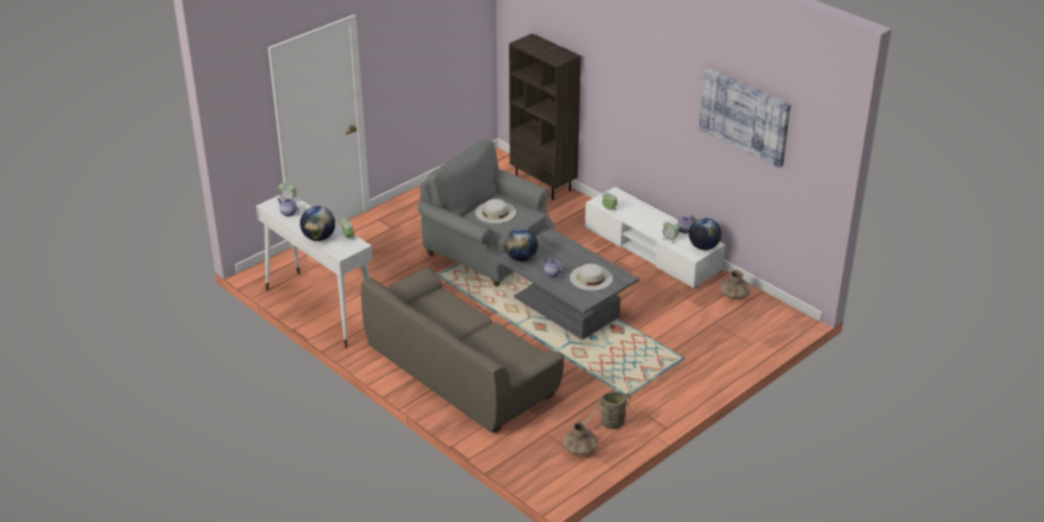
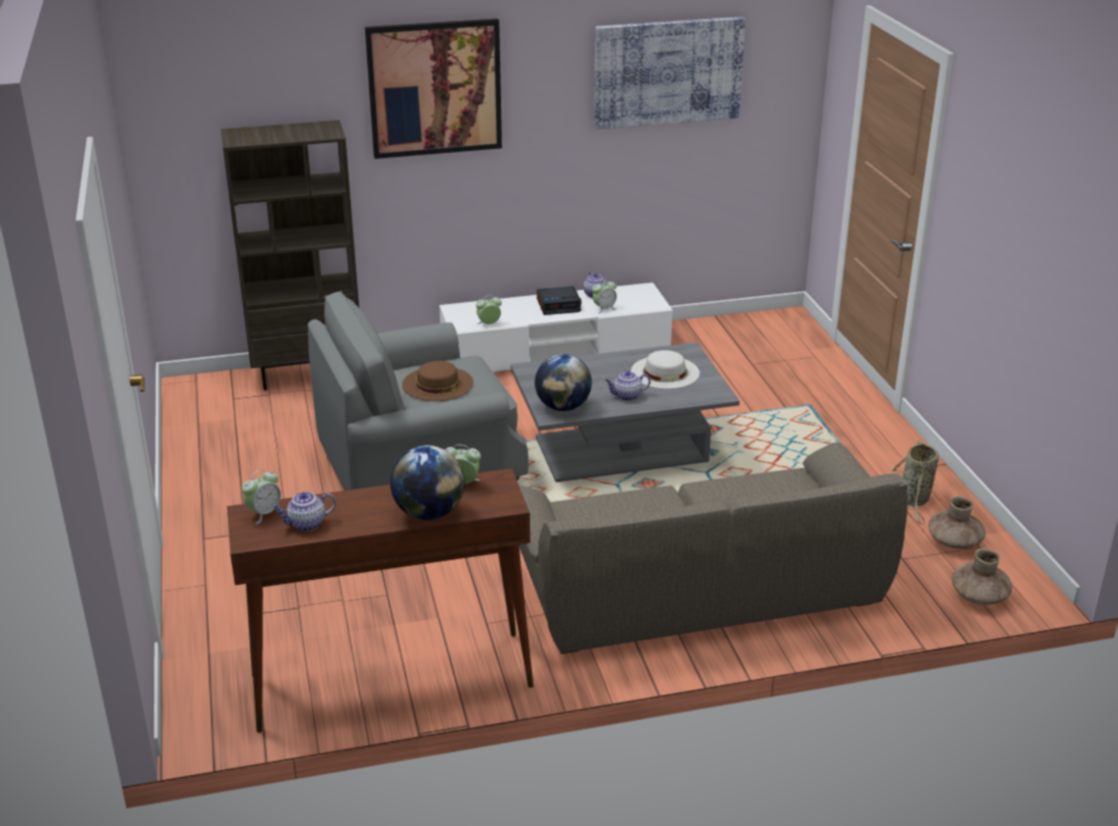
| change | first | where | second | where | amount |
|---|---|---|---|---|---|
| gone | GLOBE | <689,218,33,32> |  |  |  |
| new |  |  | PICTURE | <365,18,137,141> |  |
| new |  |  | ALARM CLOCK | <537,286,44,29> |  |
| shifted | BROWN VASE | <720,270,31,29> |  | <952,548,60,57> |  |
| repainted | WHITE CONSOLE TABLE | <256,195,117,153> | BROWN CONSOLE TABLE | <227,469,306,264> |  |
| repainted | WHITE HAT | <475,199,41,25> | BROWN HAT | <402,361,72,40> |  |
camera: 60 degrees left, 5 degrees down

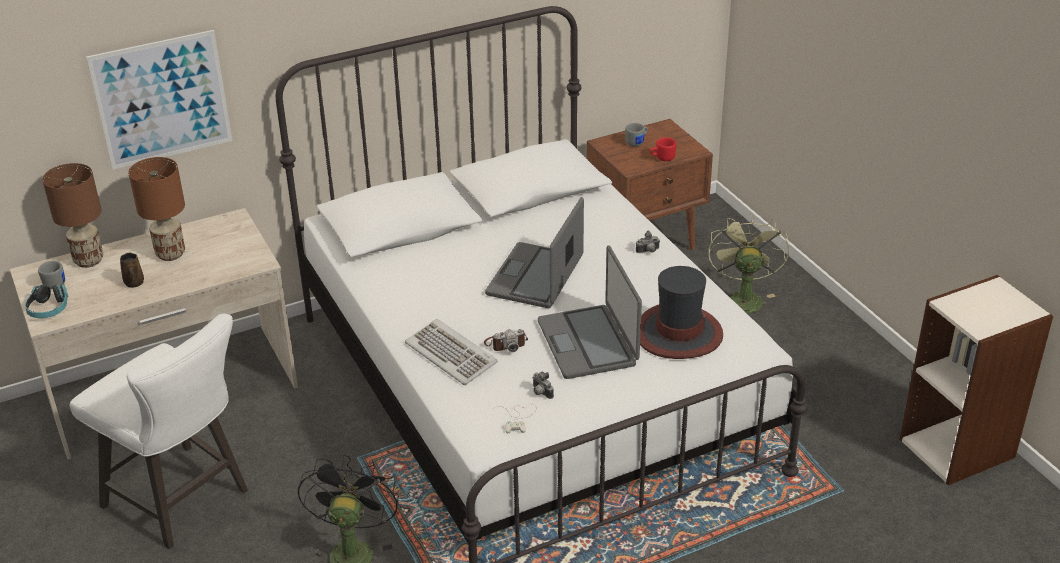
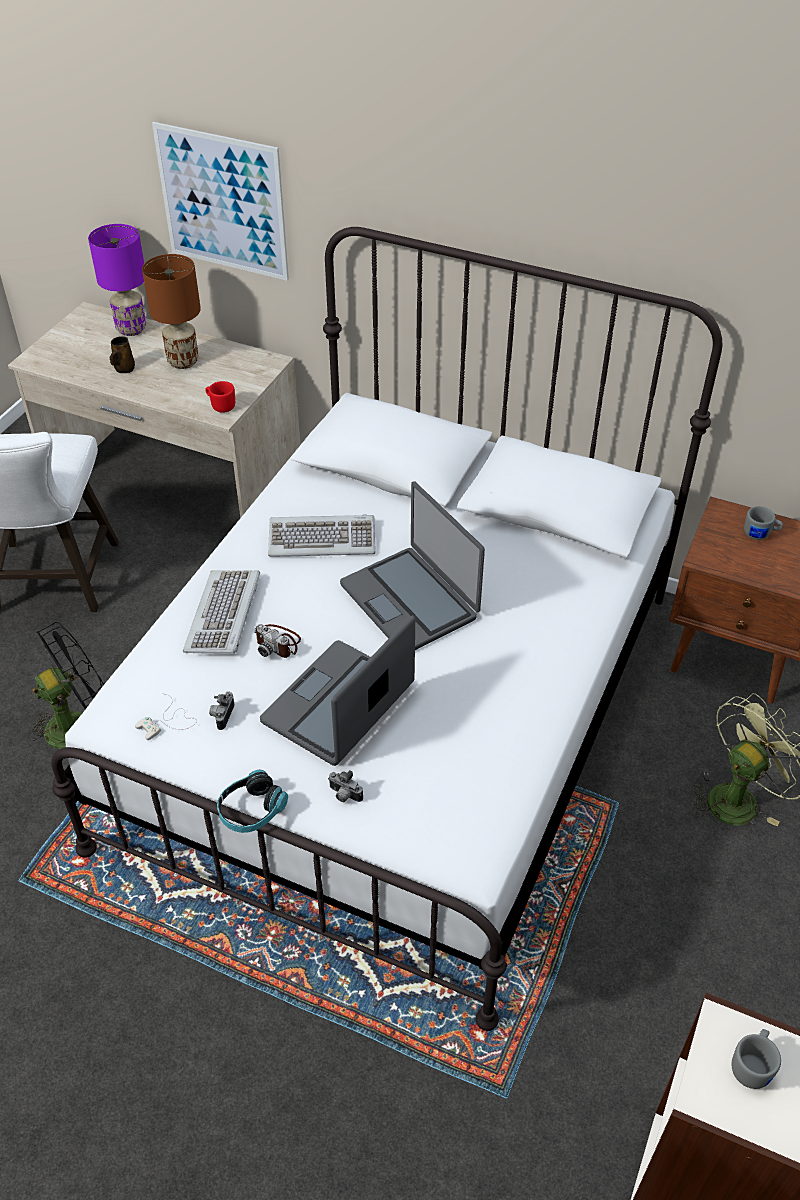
| change | first | where | second | where | amount |
|---|---|---|---|---|---|
| gone | HAT | <640,266,83,93> |  |  |  |
| new |  |  | KEYBOARD | <268,515,108,42> |  |
| shifted | HEADPHONES | <25,284,43,34> |  | <217,769,71,64> |  |
| shifted | GREY MUG | <38,261,27,28> |  | <732,1029,49,60> |  |
| shifted | PHOTO CAMERA | <636,230,24,23> |  | <328,770,35,32> |  |
| shifted | RED MUG | <650,137,26,24> |  | <205,381,30,32> |  |
| repainted | BROWN TABLE LAMP | <42,163,61,105> | PURPLE TABLE LAMP | <88,224,58,112> |  |
| rotated | LAPTOP | <485,197,99,111> |  | <340,481,145,169> | 105 degrees counterclockwise |
camera: 50 degrees right, 10 degrees up

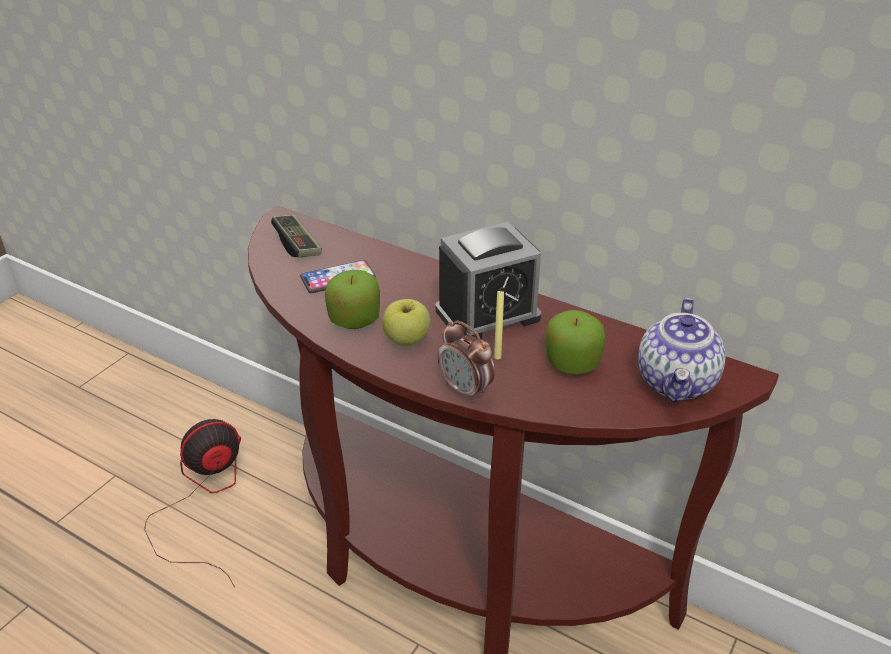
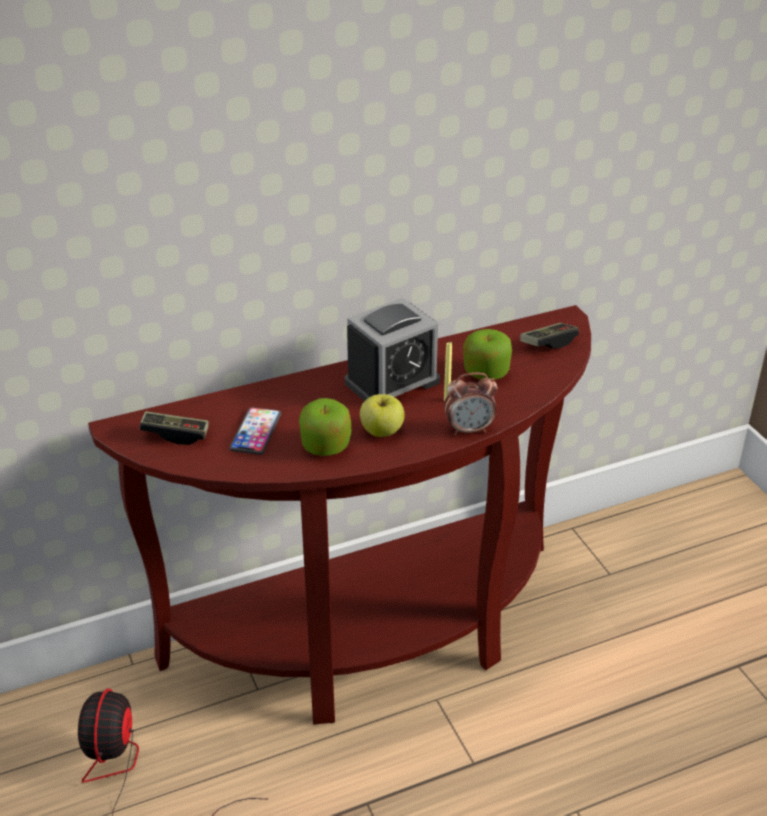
| change | first | where | second | where | amount |
|---|---|---|---|---|---|
| swapped | TEAPOT | <638,298,88,104> | GAME CONTROLLER | <520,323,59,25> |  |
| rotated | ALARM CLOCK | <435,222,106,117> |  | <345,298,95,103> | 45 degrees clockwise |
camera: 55 degrees left, 0 degrees up

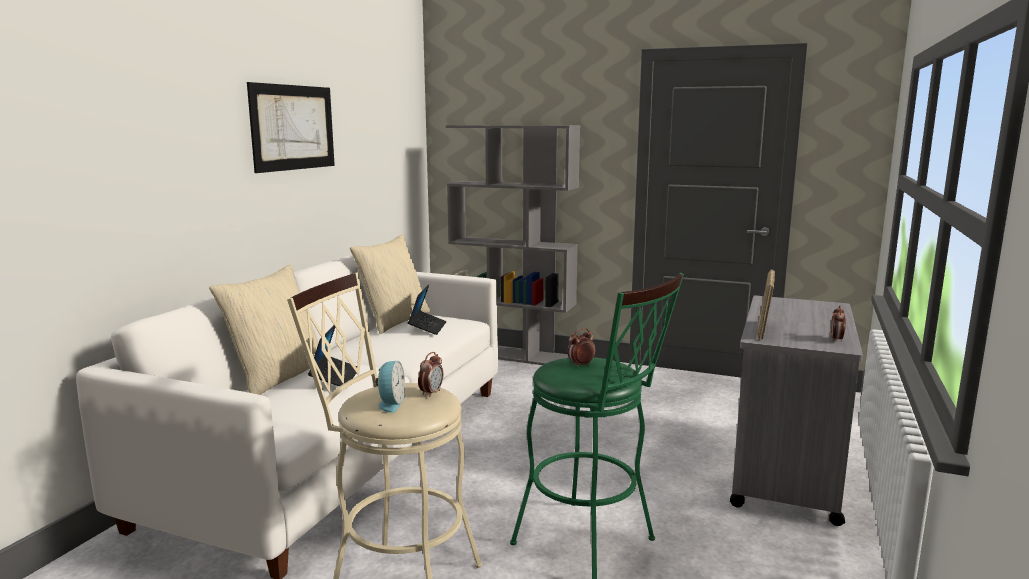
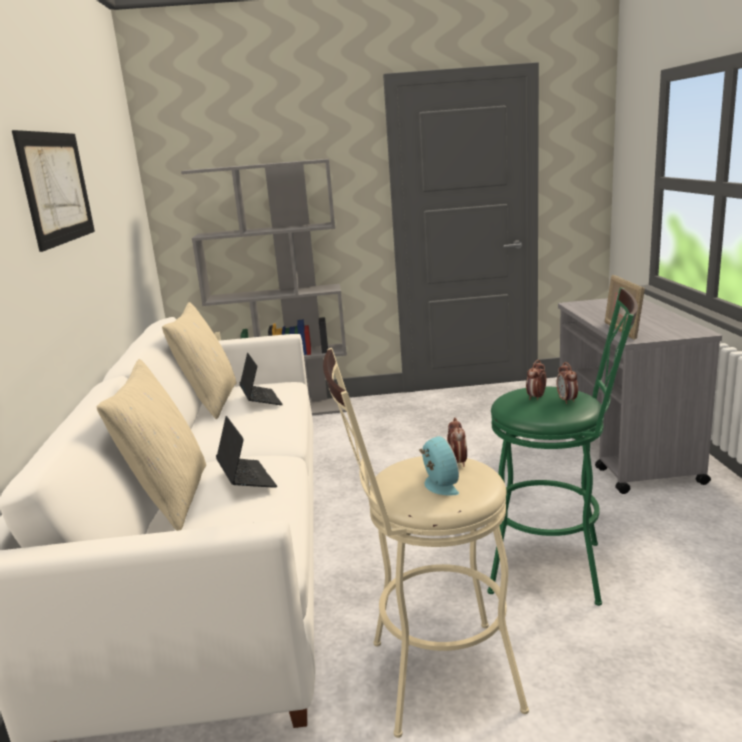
| change | first | where | second | where | amount |
|---|---|---|---|---|---|
| shifted | ALARM CLOCK | <831,305,15,37> |  | <556,362,22,42> |  |
camera: 25 degrees left, 5 degrees up

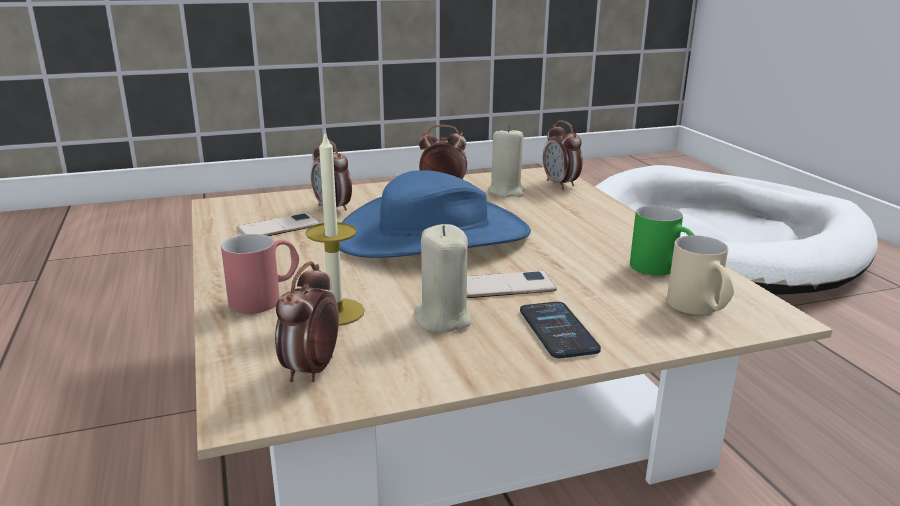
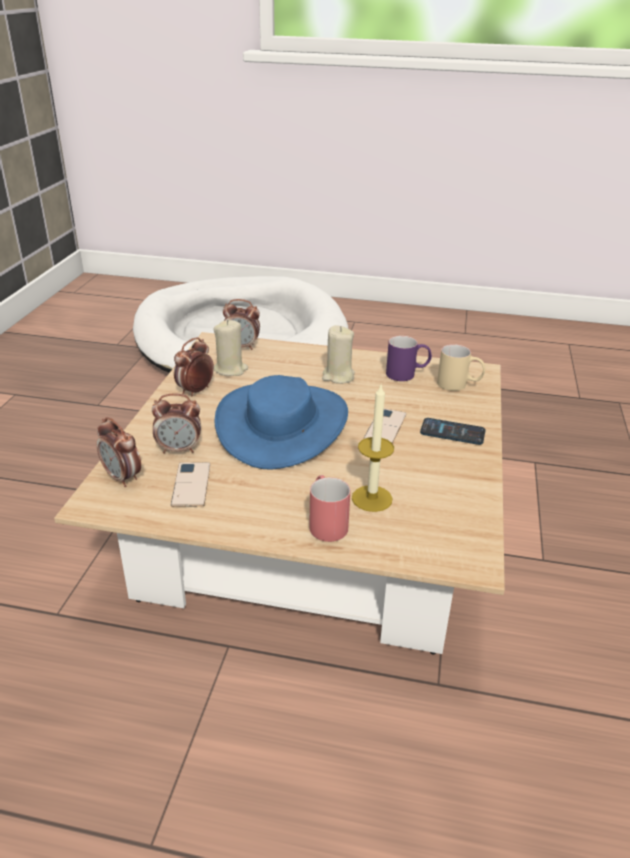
| change | first | where | second | where | amount |
|---|---|---|---|---|---|
| shifted | ALARM CLOCK | <275,261,64,121> |  | <97,417,44,70> |  |
| shifted | BEIGE CANDLE | <415,224,56,109> |  | <322,325,33,59> |  |
| repainted | GREEN MUG | <630,205,64,71> | PURPLE MUG | <386,336,46,45> |  |
camera: 60 degrees left, 10 degrees up

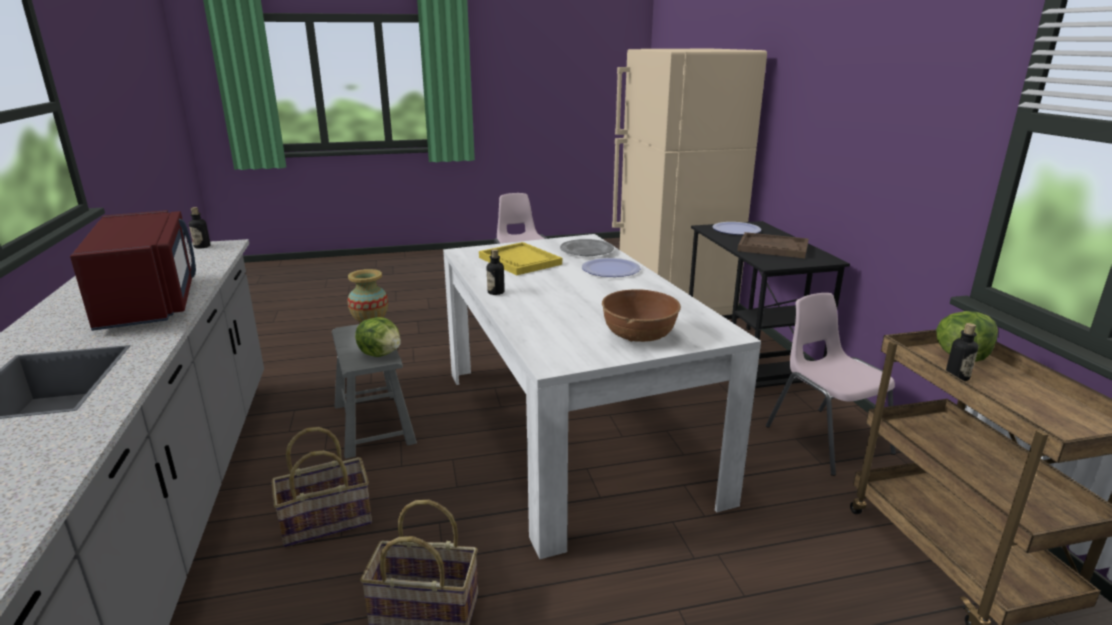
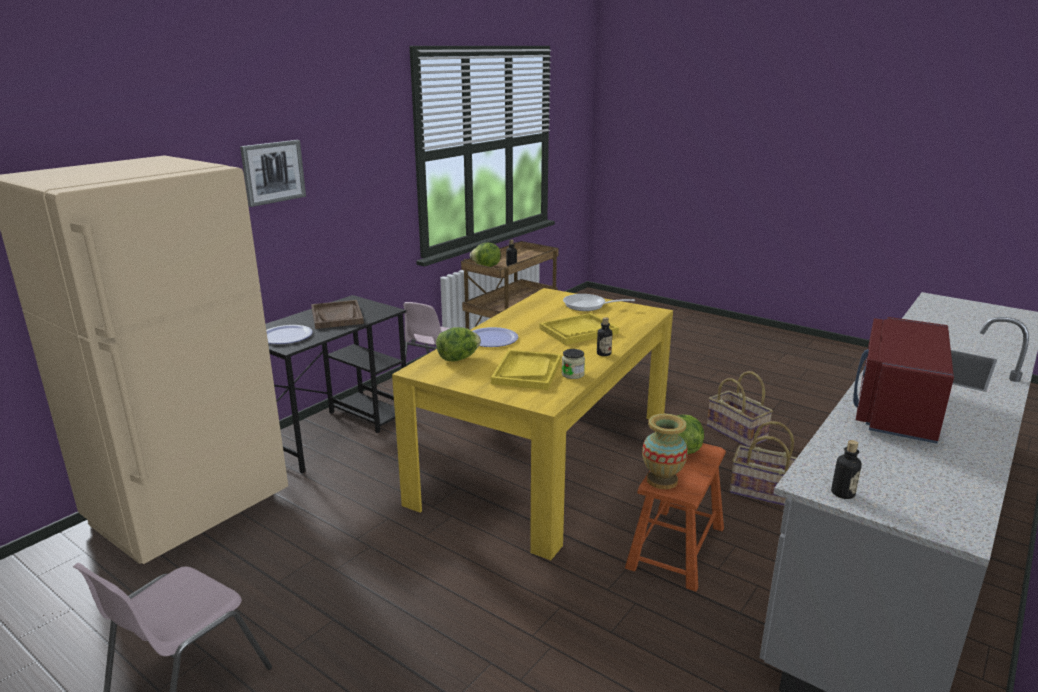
| change | first | where | second | where | amount |
|---|---|---|---|---|---|
| new |  |  | PICTURE | <240,140,66,67> |  |
| new |  |  | YELLOW TRAY | <539,313,80,32> |  |
| new |  |  | JAR | <562,349,23,30> |  |
| swapped | GREY PLATE | <560,239,54,17> | LETTUCE | <436,327,45,35> |  |
| swapped | BROWN BOWL | <602,289,79,53> | FRYING PAN | <563,294,72,17> |  |
| repainted | GREY STOOL | <332,324,85,135> | BROWN STOOL | <625,443,101,148> |  |
| repainted | WHITE DINING TABLE | <443,234,318,325> | YELLOW DINING TABLE | <392,288,281,272> |  |
camera: 130 degrees left, 0 degrees up

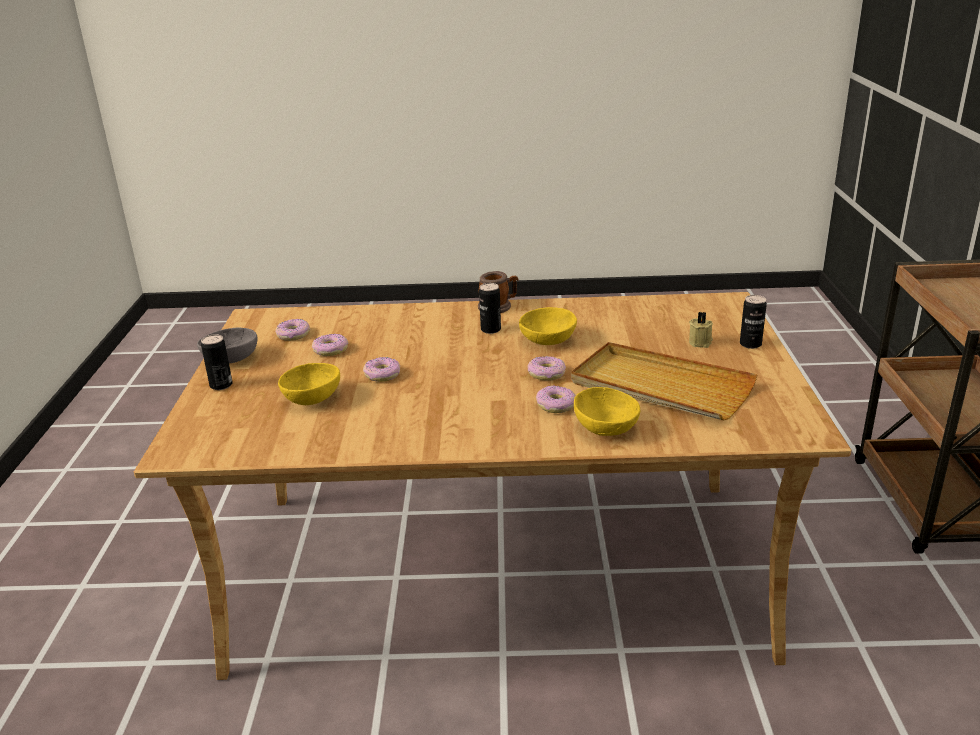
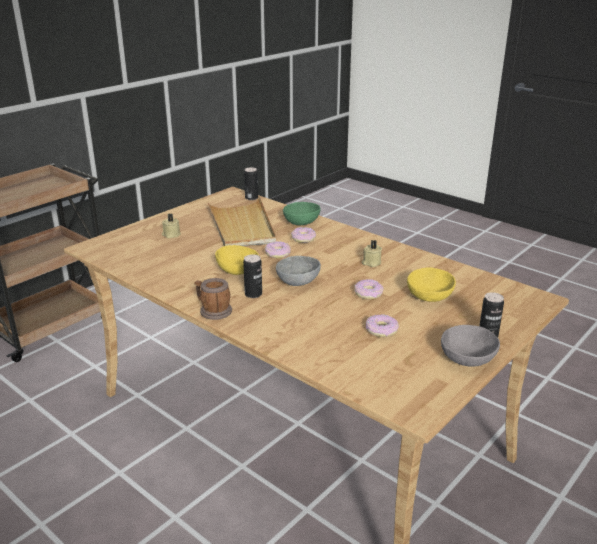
| change | first | where | second | where | amount |
|---|---|---|---|---|---|
| gone | DONUT | <275,319,35,22> |  |  |  |
| new |  |  | GREY BOWL | <276,256,45,30> |  |
| new |  |  | BEIGE CANDLE | <362,240,20,27> |  |
| shifted | CAN | <740,295,27,54> |  | <244,167,14,33> |  |
| repainted | YELLOW BOWL | <574,387,66,49> | GREEN BOWL | <283,202,38,23> |  |
camera: 140 degrees left, 0 degrees up

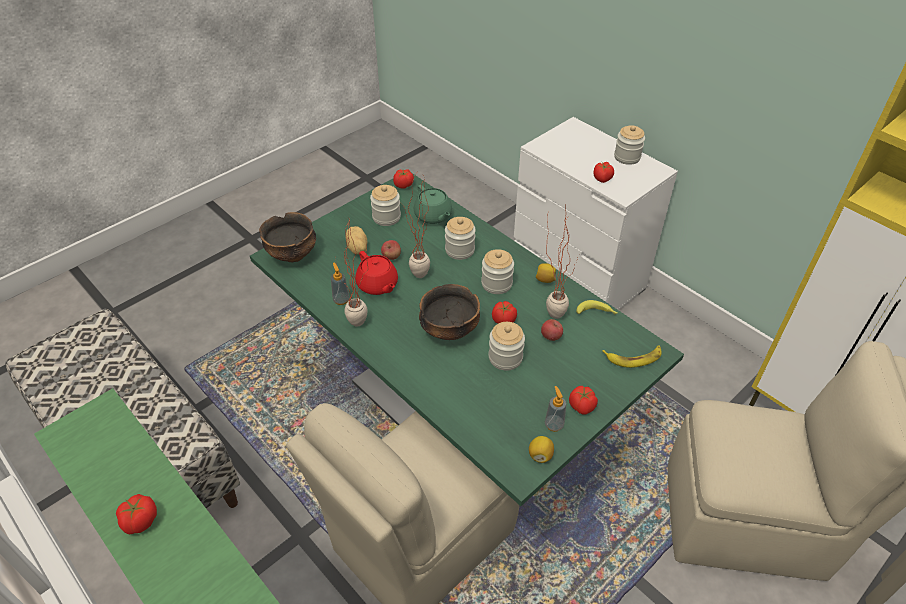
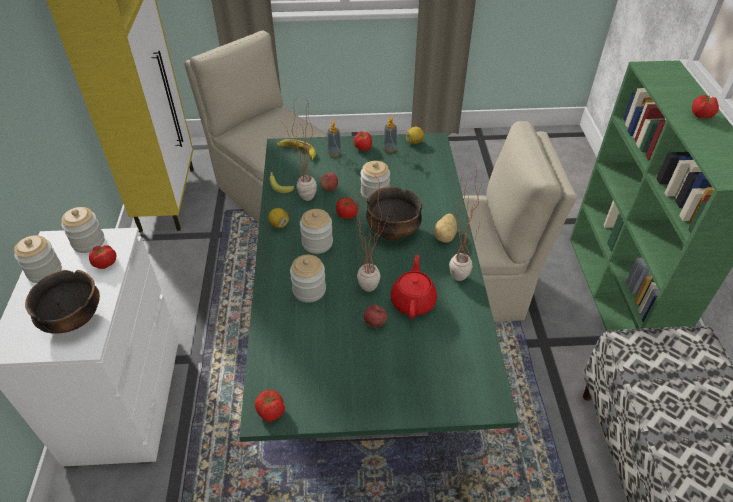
| change | first | where | second | where | amount |
|---|---|---|---|---|---|
| gone | GREEN TEAPOT | <414,185,38,39> |  |  |  |
| shifted | BOWL | <259,212,57,50> |  | <25,270,75,64> |  |
| shifted | SOAP DISPENSER | <331,263,19,42> |  | <327,120,15,37> |  |
| shifted | POTATO | <345,226,23,29> |  | <434,213,23,30> |  |
| shifted | JAR | <370,185,31,41> |  | <61,207,44,46> |  |
camera: 140 degrees left, 0 degrees up

